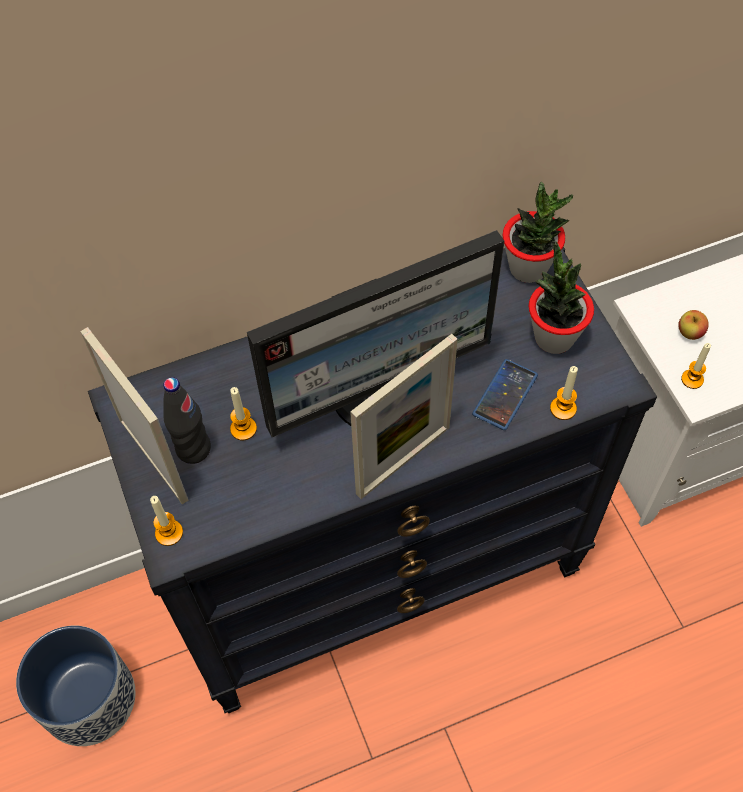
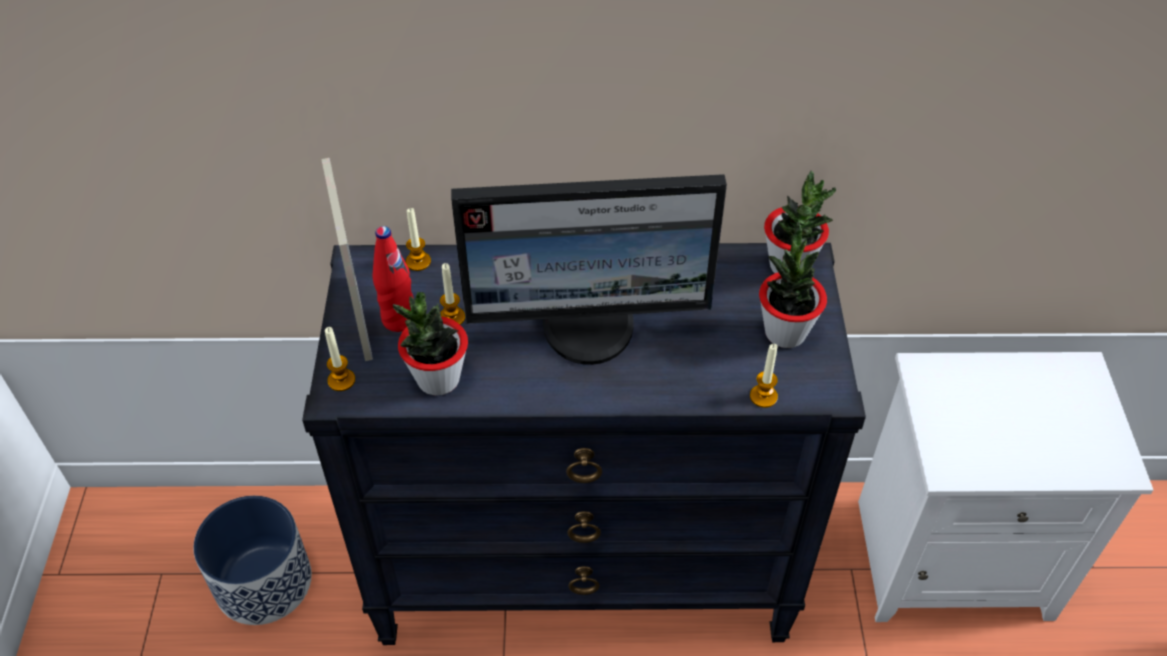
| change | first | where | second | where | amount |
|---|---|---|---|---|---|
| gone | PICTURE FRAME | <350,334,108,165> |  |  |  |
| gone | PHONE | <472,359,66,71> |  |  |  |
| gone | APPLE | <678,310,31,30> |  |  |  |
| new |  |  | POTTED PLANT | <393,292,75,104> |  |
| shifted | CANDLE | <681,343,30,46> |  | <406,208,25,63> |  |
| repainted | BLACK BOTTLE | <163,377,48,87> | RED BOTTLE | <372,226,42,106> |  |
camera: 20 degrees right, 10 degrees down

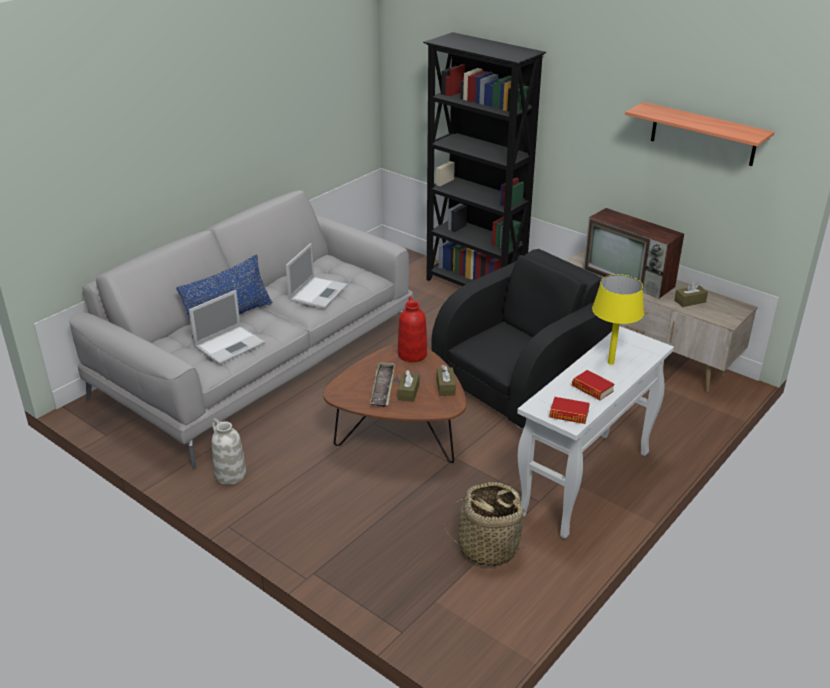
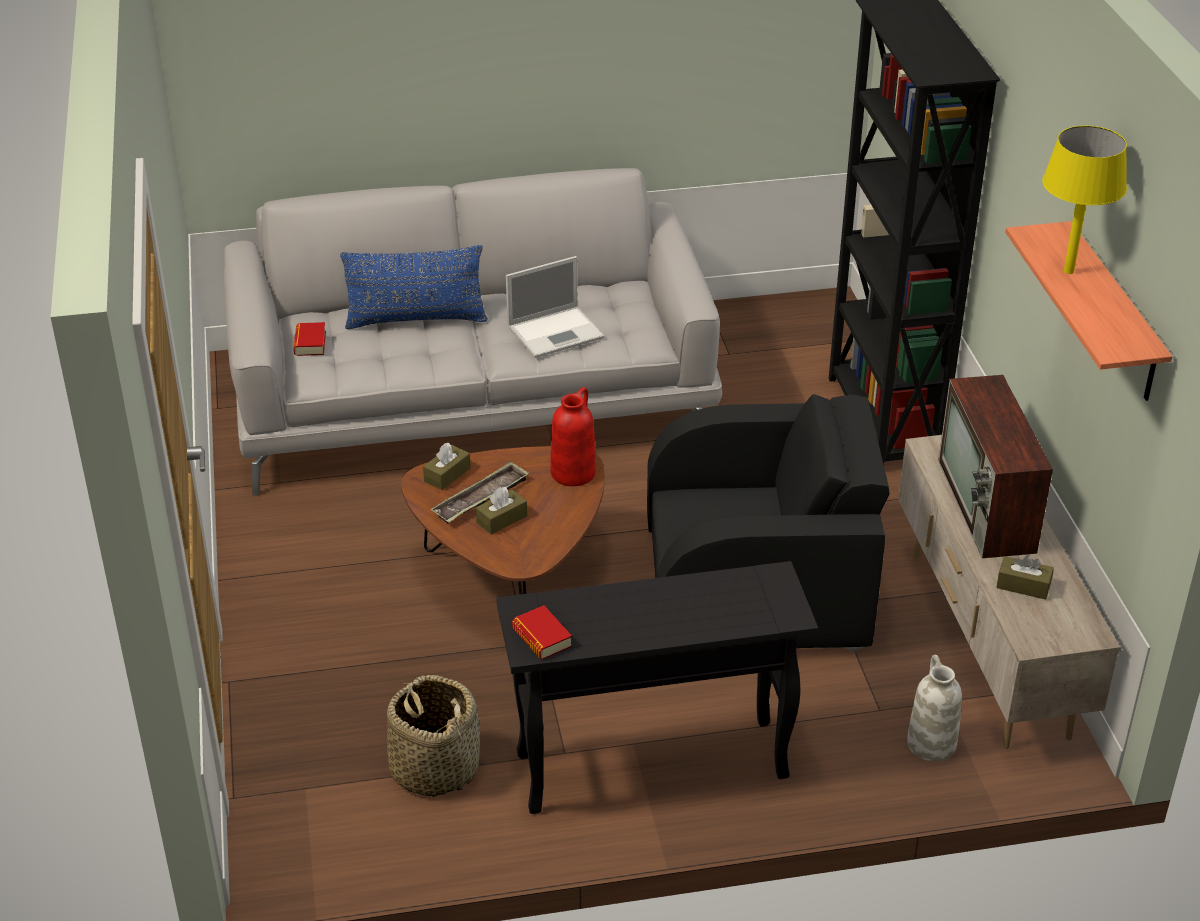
| change | first | where | second | where | amount |
|---|---|---|---|---|---|
| gone | LAPTOP | <189,290,76,75> |  |  |  |
| shifted | WHITE VASE | <212,418,34,67> |  | <907,655,55,106> |  |
| shifted | BROWN TISSUE BOX | <437,365,19,31> |  | <423,443,48,47> |  |
| shifted | BOOK | <572,370,43,30> |  | <293,322,33,34> |  |
| shifted | YELLOW TABLE LAMP | <592,274,52,91> |  | <1042,126,85,148> |  |
| repainted | WHITE CONSOLE TABLE | <517,326,157,213> | BLACK CONSOLE TABLE | <496,561,322,253> |  |
camera: 40 degrees right, 5 degrees up

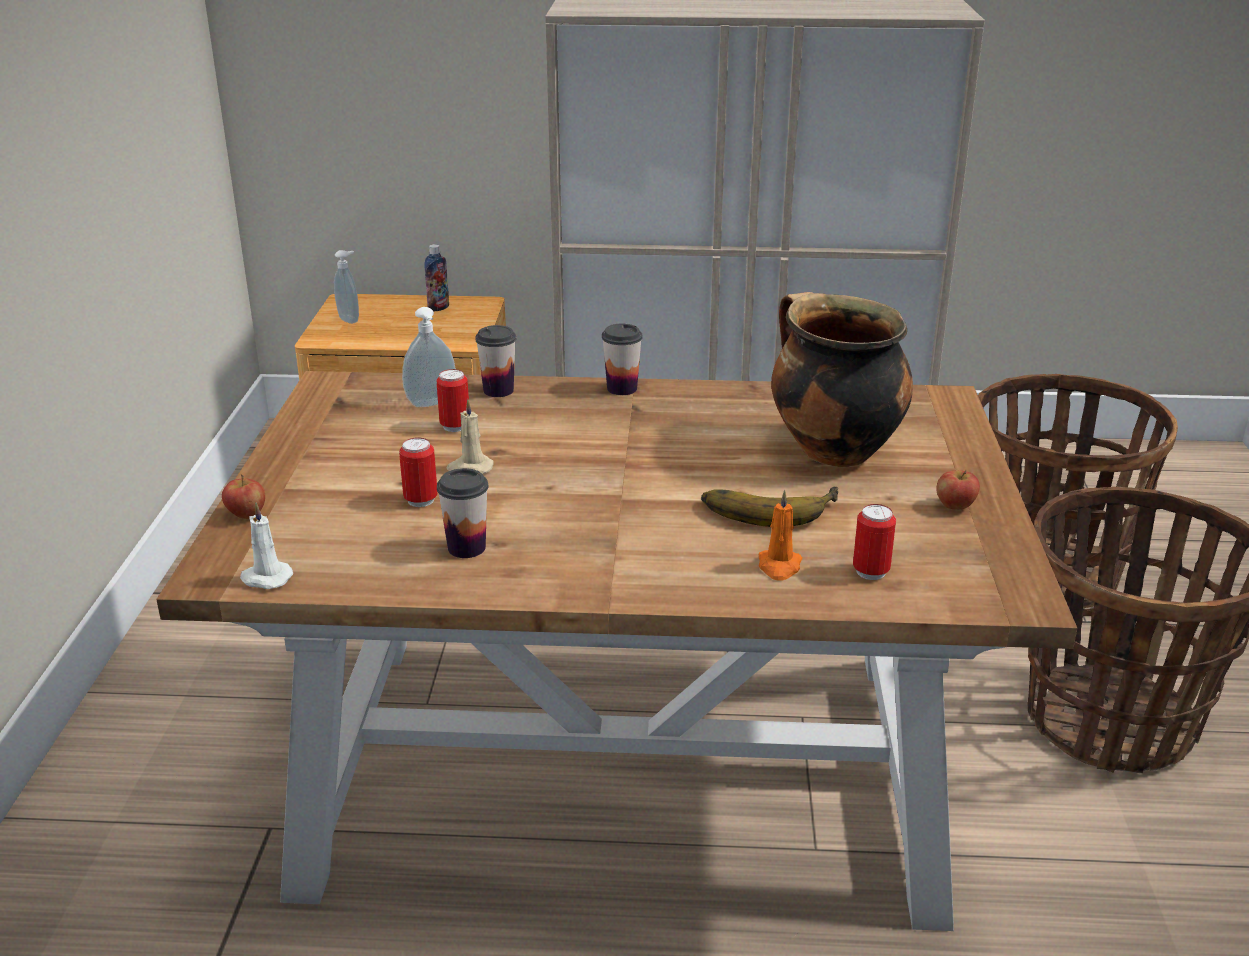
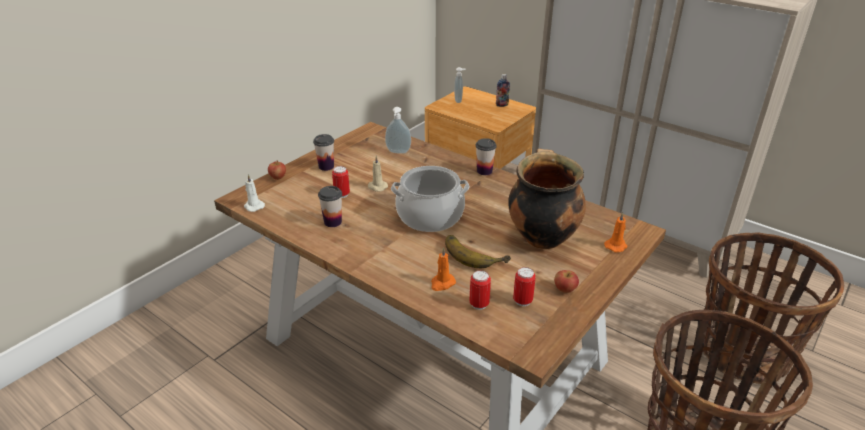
| change | first | where | second | where | amount |
|---|---|---|---|---|---|
| new |  |  | COOKING POT | <391,166,78,66> |  |
| new |  |  | ORANGE CANDLE | <604,212,23,41> |  |
| shifted | CAN | <437,369,32,63> |  | <513,267,23,39> |  |
| shifted | CUP | <475,325,41,72> |  | <313,134,21,37> |  |
camera: 35 degrees right, 5 degrees up

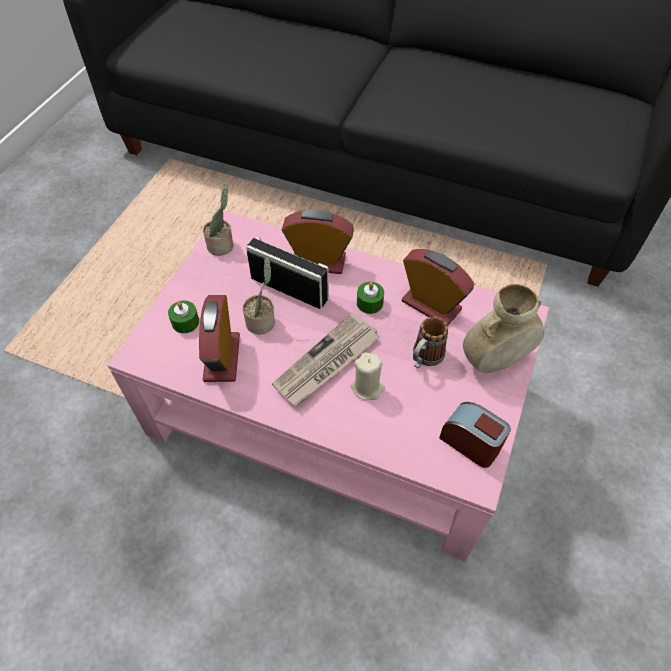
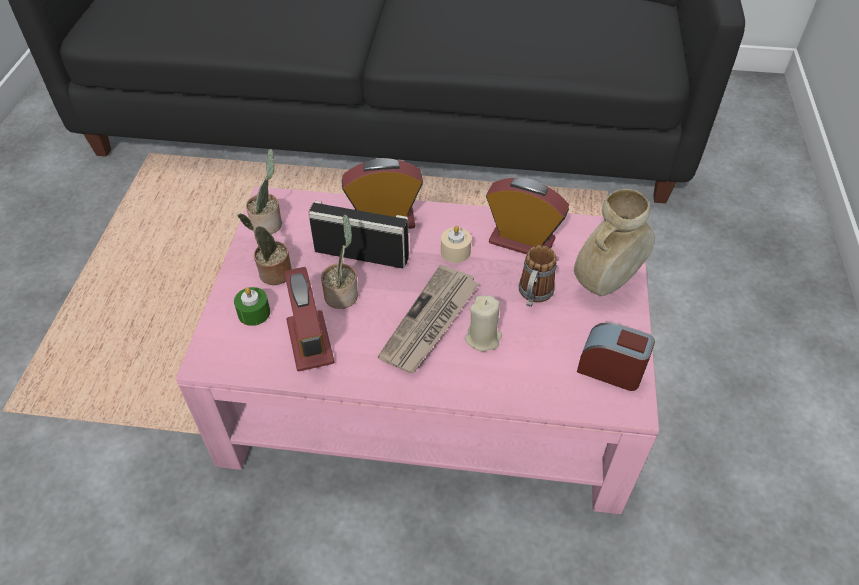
| change | first | where | second | where | amount |
|---|---|---|---|---|---|
| new |  |  | POTTED PLANT | <238,213,54,72> |  |
| repainted | GREEN CANDLE | <357,282,27,32> | BEIGE CANDLE | <441,226,30,37> |  |
camera: 15 degrees left, 5 degrees down

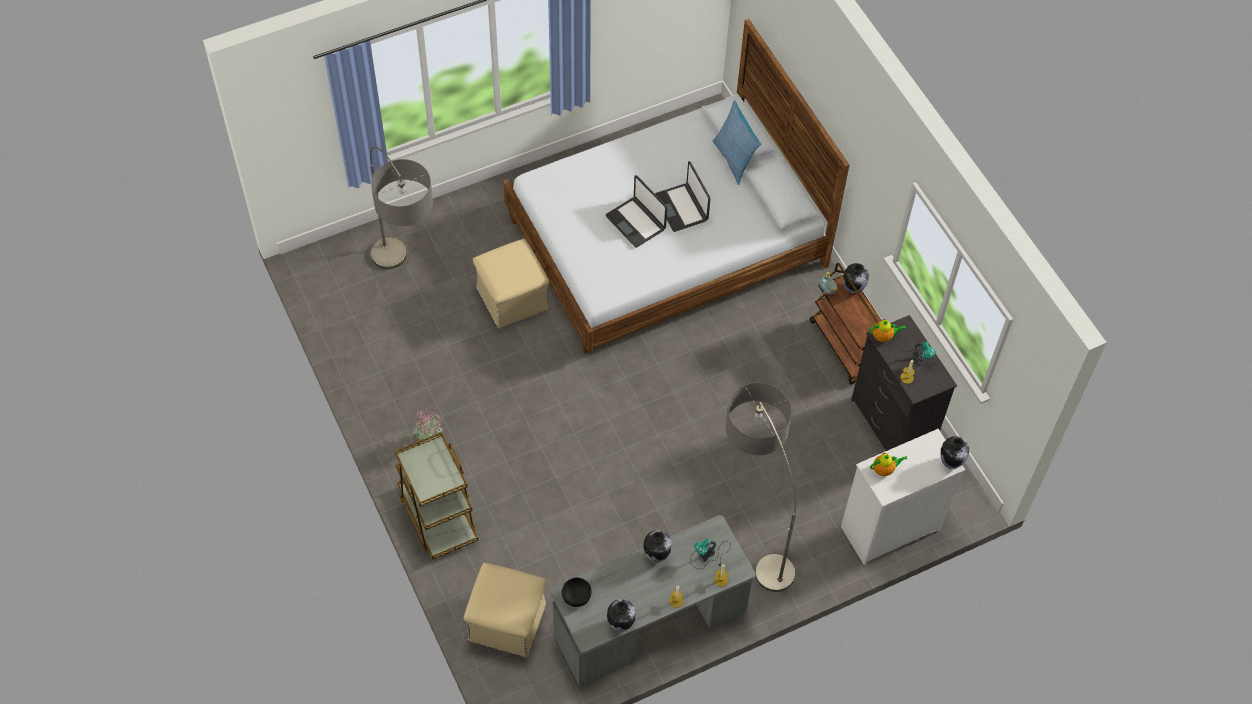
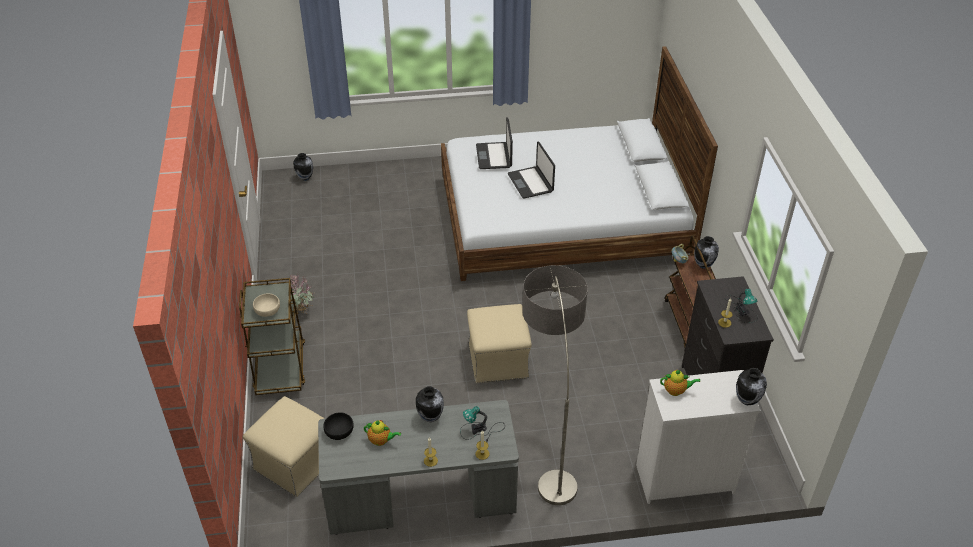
| change | first | where | second | where | amount |
|---|---|---|---|---|---|
| gone | FLOOR LAMP | <370,146,63,123> |  |  |  |
| gone | PILLOW | <712,100,49,85> |  |  |  |
| new |  |  | BEIGE BOWL | <253,294,27,23> |  |
| shifted | BEIGE OTTOMAN | <473,239,76,90> |  | <467,304,65,79> |  |
| shifted | VASE | <607,599,29,33> |  | <293,153,20,28> |  |
| shifted | LAPTOP | <655,161,55,71> |  | <476,117,37,52> |  |
| shifted | TEAPOT | <869,319,37,23> |  | <364,420,37,26> |  |
camera: 20 degrees right, 15 degrees down

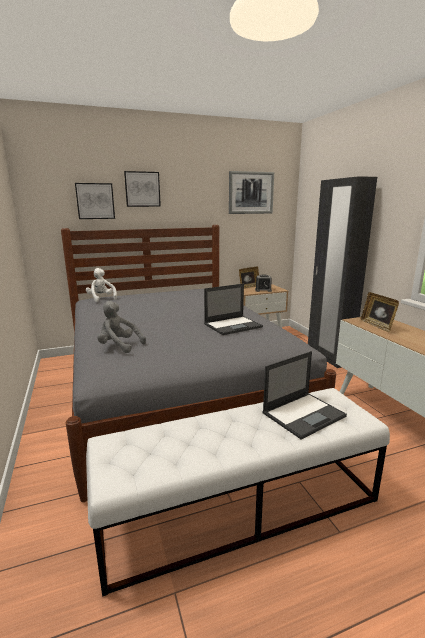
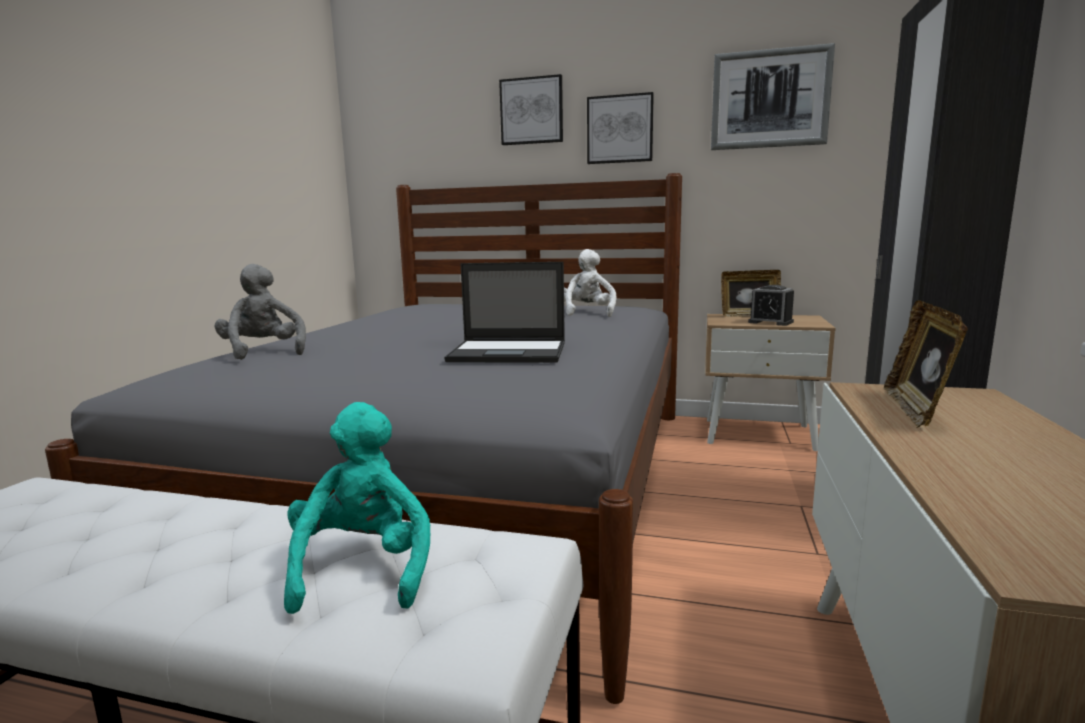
| change | first | where | second | where | amount |
|---|---|---|---|---|---|
| shifted | PICTURE | <75,183,40,36> |  | <587,92,67,72> |  |
| shifted | WHITE PLUSH TOY | <86,268,31,34> |  | <564,249,53,68> |  |
| swapped | LAPTOP | <262,351,85,89> | TURQUOISE PLUSH TOY | <284,402,146,212> |  |
camera: 35 degrees right, 5 degrees down

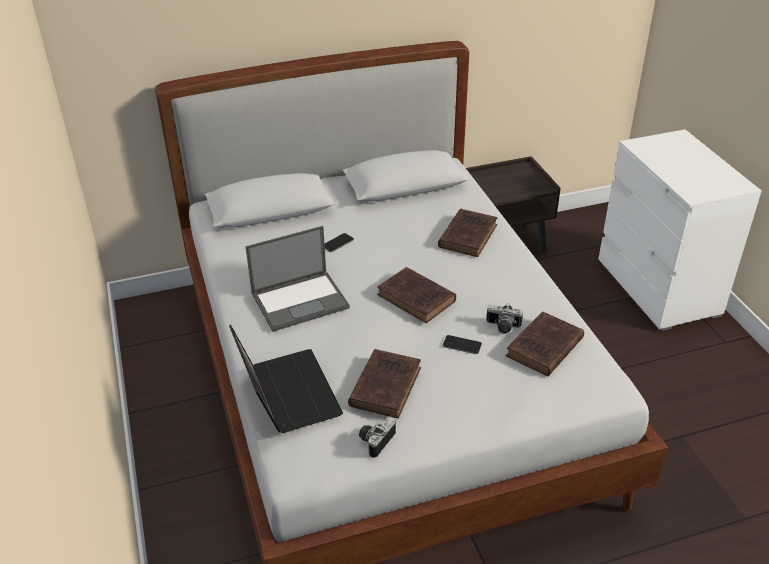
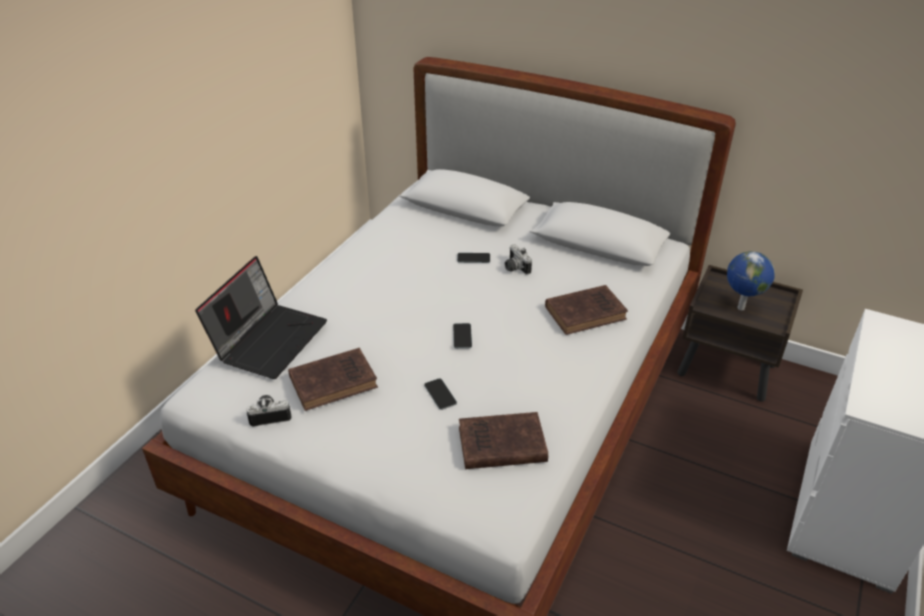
| change | first | where | second | where | amount |
|---|---|---|---|---|---|
| gone | LAPTOP | <245,226,105,106> |  |  |  |
| new |  |  | GLOBE | <727,251,48,59> |  |
| shifted | PHOTO CAMERA | <486,303,37,31> |  | <505,244,27,31> |  |
| swapped | BROWN BOOK | <377,267,79,56> | PHONE | <453,323,19,26> |  |
camera: 45 degrees right, 0 degrees up

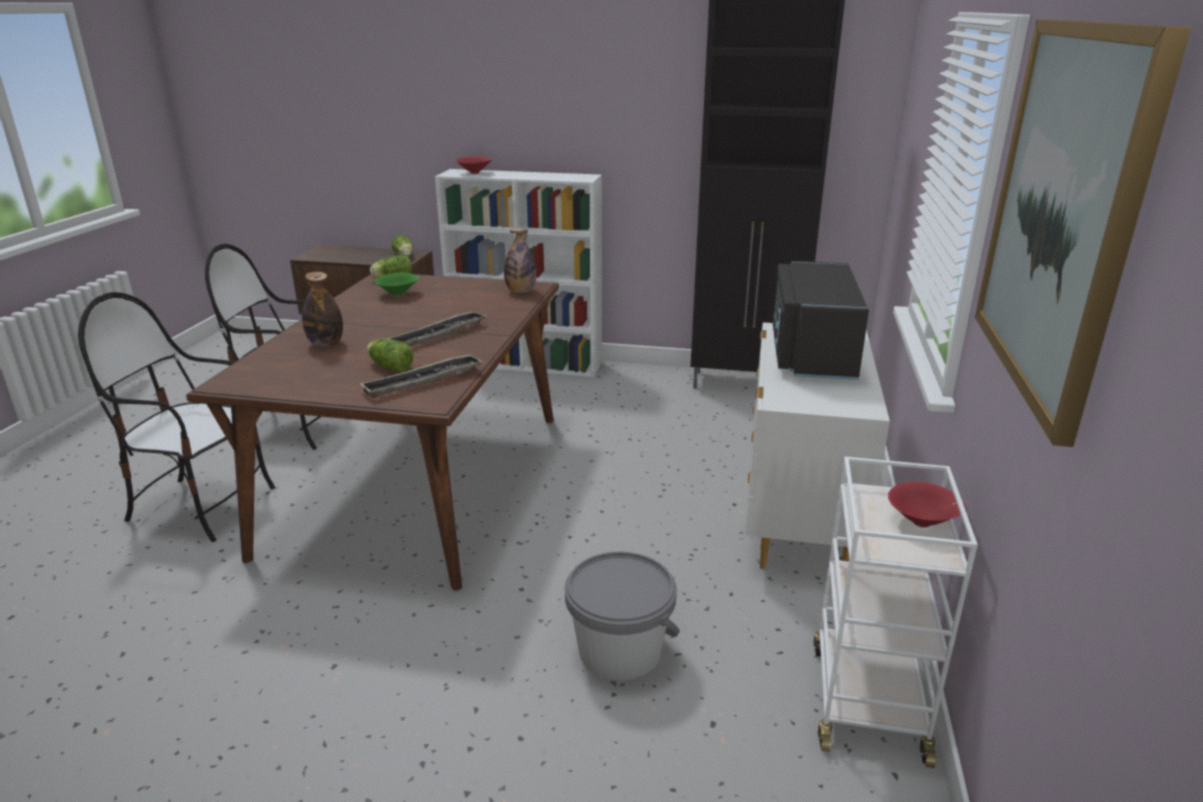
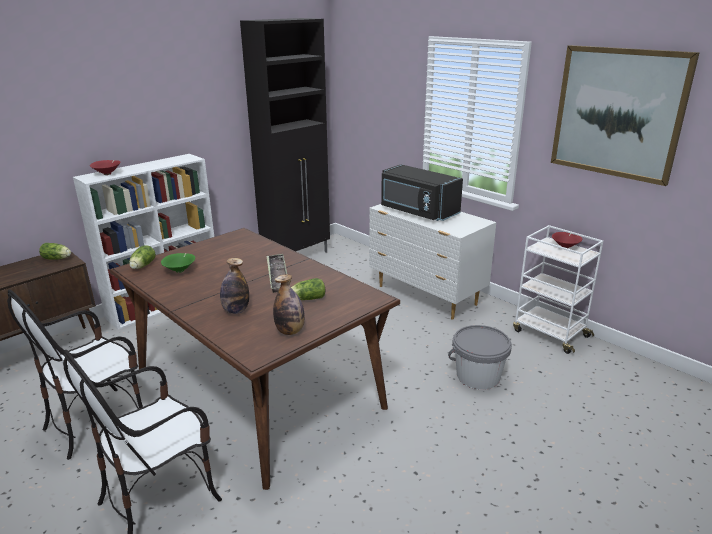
| change | first | where | second | where | amount |
|---|---|---|---|---|---|
| gone | TRAY | <360,354,123,45> |  |  |  |
| shifted | BOTTLE | <504,229,32,64> |  | <273,274,32,61> |  |
camera: 55 degrees left, 0 degrees up

